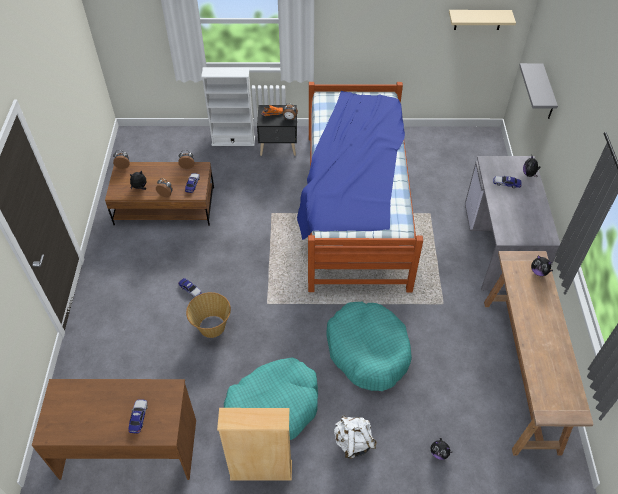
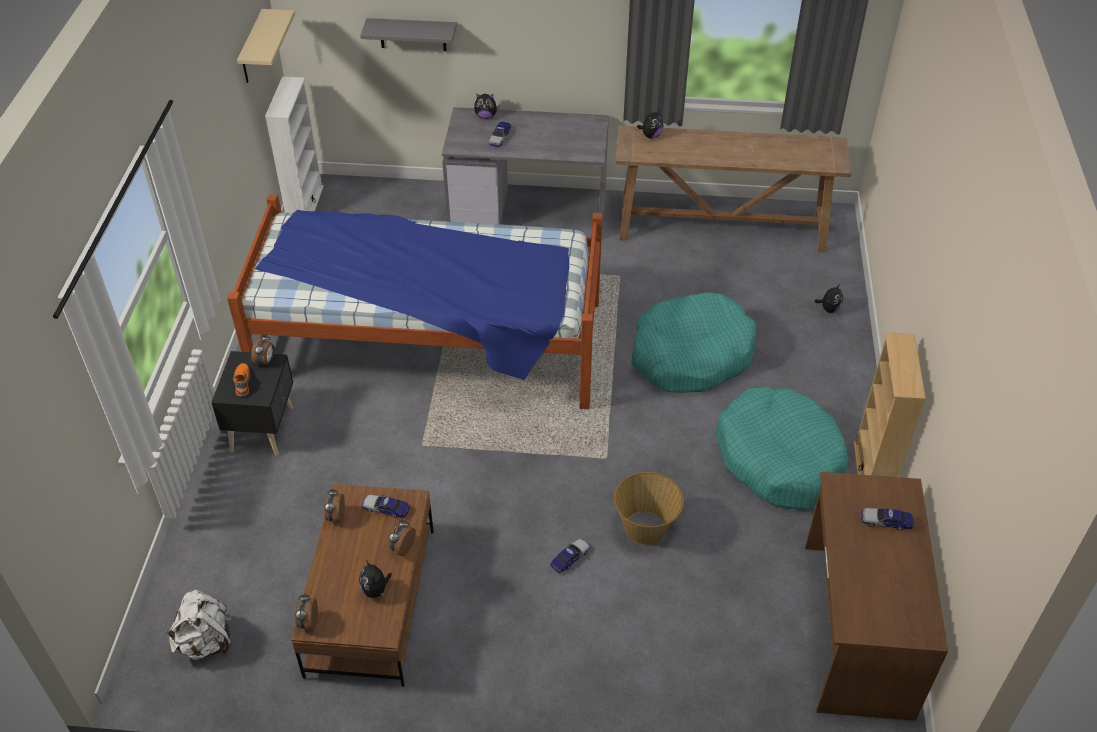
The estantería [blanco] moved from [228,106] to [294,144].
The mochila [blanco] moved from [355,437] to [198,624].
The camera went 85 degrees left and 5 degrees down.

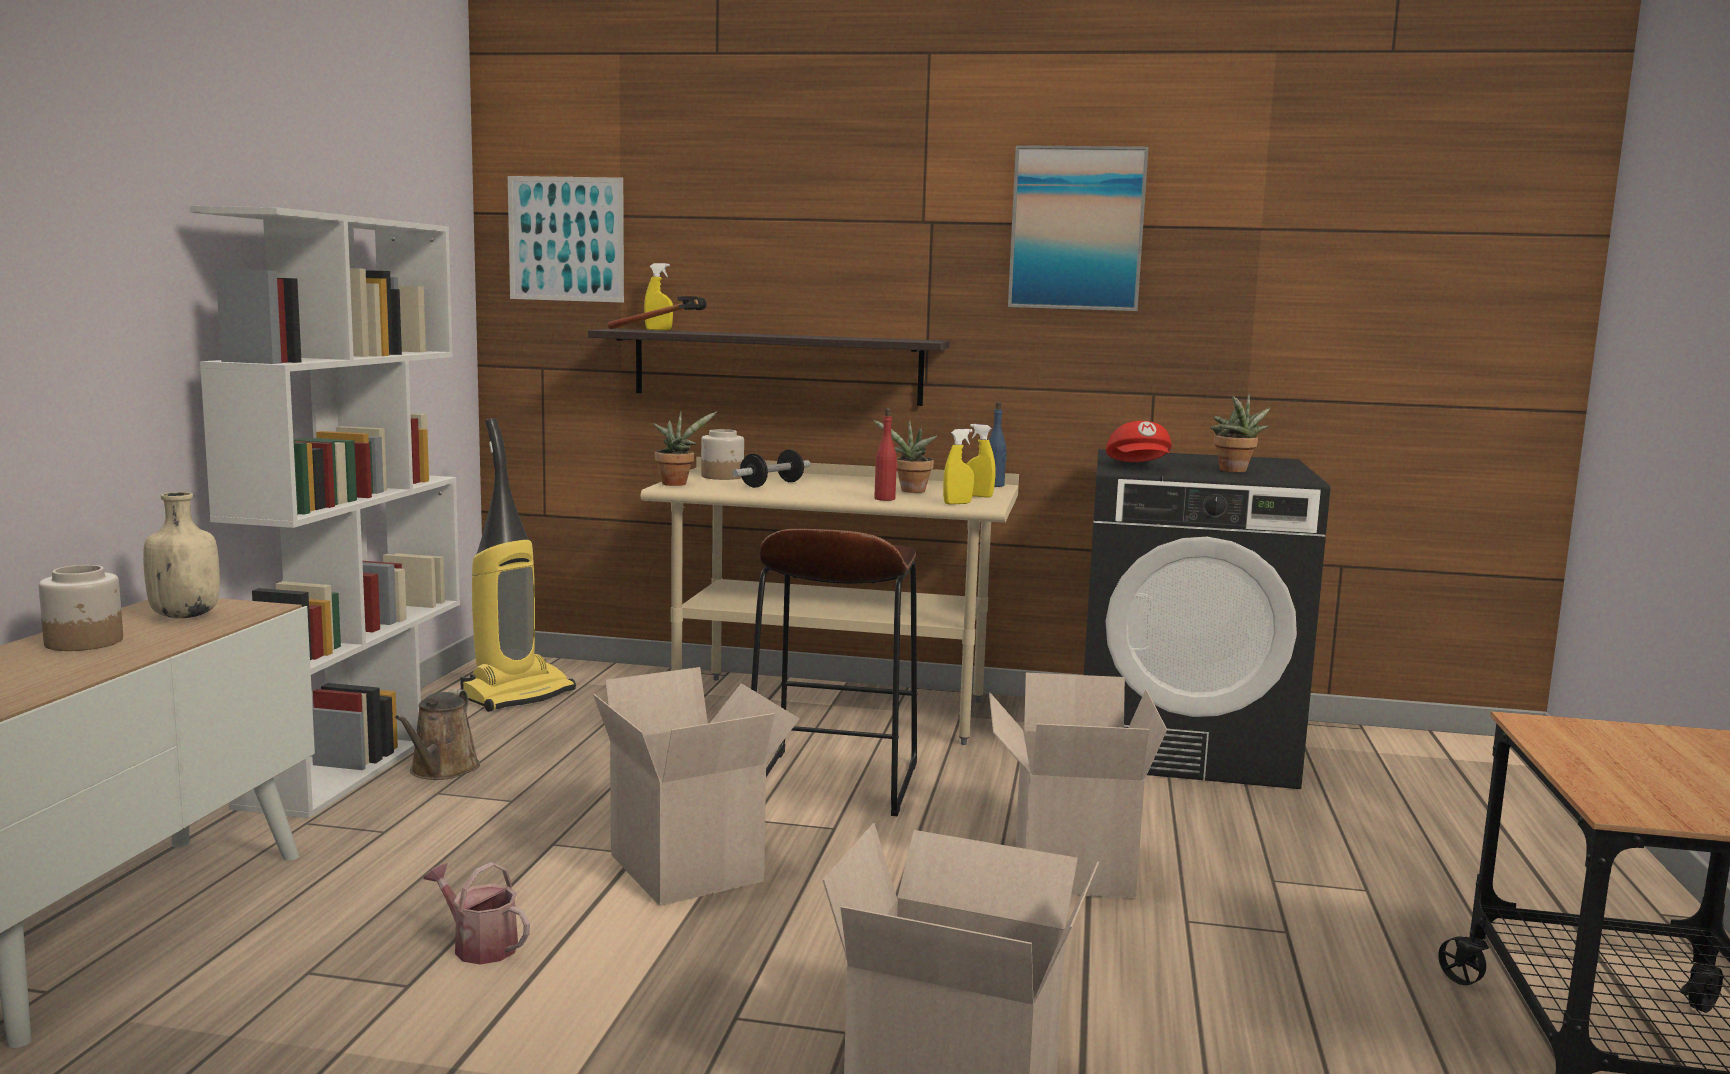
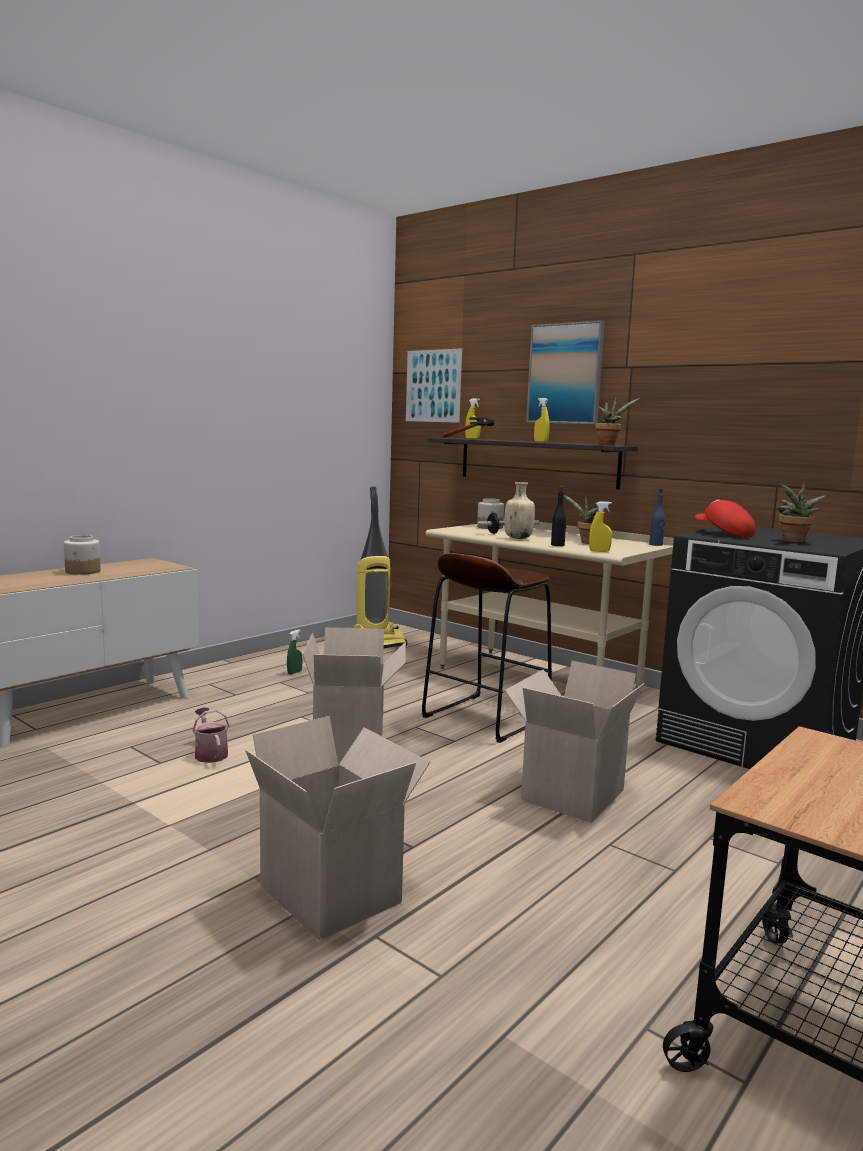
The estantería [blanco] at [325,512] disappeared.
The botella [beis] moved from [181,555] to [519,510].
The planta en maceta moved from [685,448] to [617,421].
The pulverizador [amarillo] moved from [981,461] to [542,420].
The cuadro moved from [1078,228] to [565,372].
The regadera [marrón] at [437,734] was replaced by the pulverizador [verde] at [295,651].
The botella [rojo] at [885,454] became the botella [negro] at [559,516].
The gorra [rojo] at [1139,441] turned 120 degrees clockwise.
The camera went 30 degrees right and 0 degrees up.

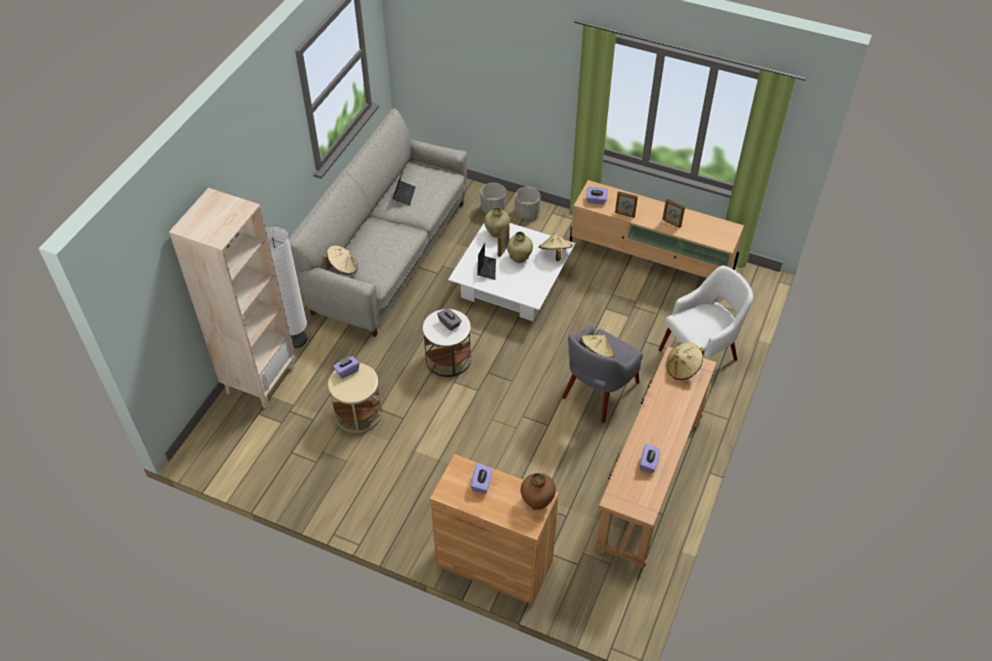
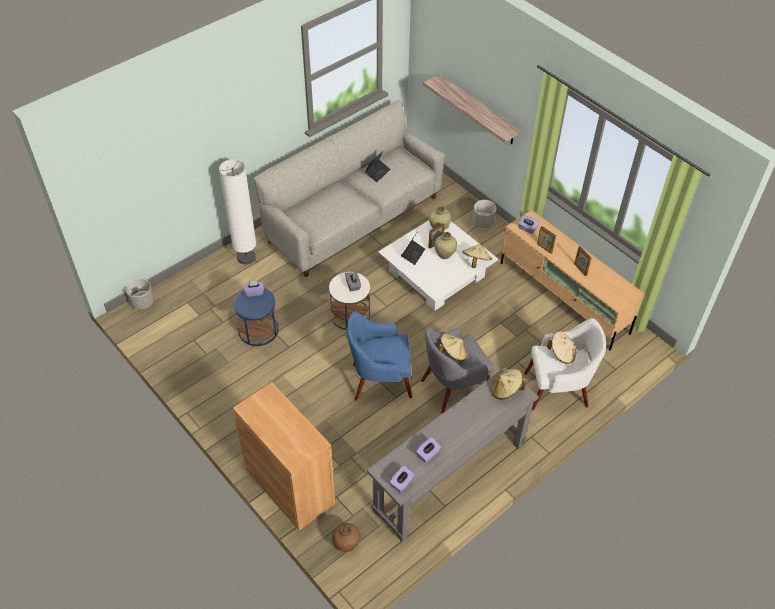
The estantería [beis] at [232,298] disappeared.
The sillón [azul] at [379,356] appeared.
The estante at [472,109] appeared.
The sombrero [beis] moved from [341,260] to [561,347].
The caja de pañuelos [morado] moved from [482,478] to [401,479].
The maceta [gris] moved from [493,198] to [140,293].
The florero [marrón] moved from [538,491] to [346,537].
The mesa auxiliar [beis] at [355,398] became the mesa auxiliar [azul] at [255,317].
The mesa consola [marrón] at [656,457] became the mesa consola [gris] at [453,454].
The camera went 25 degrees right and 0 degrees up.

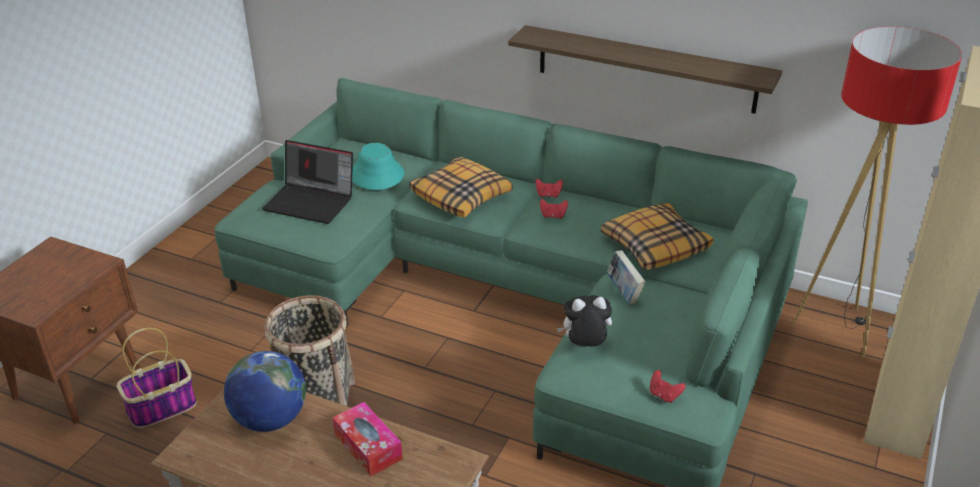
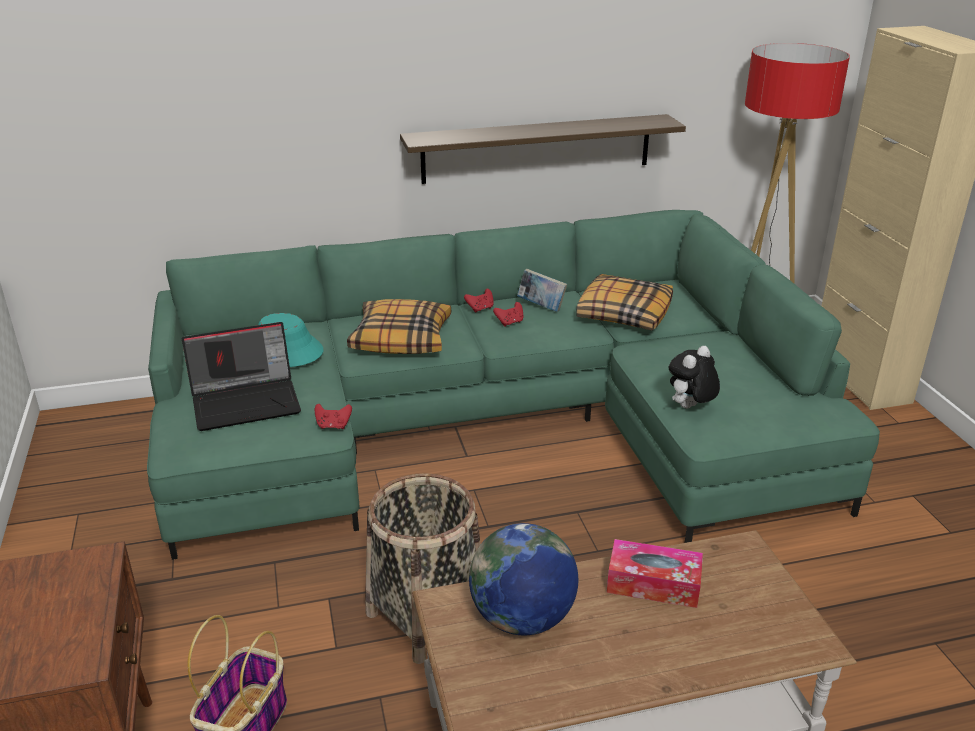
The libro moved from [625,277] to [542,290].
The mando de consola [rojo] moved from [667,386] to [333,416].
The camera went 40 degrees left and 5 degrees down.

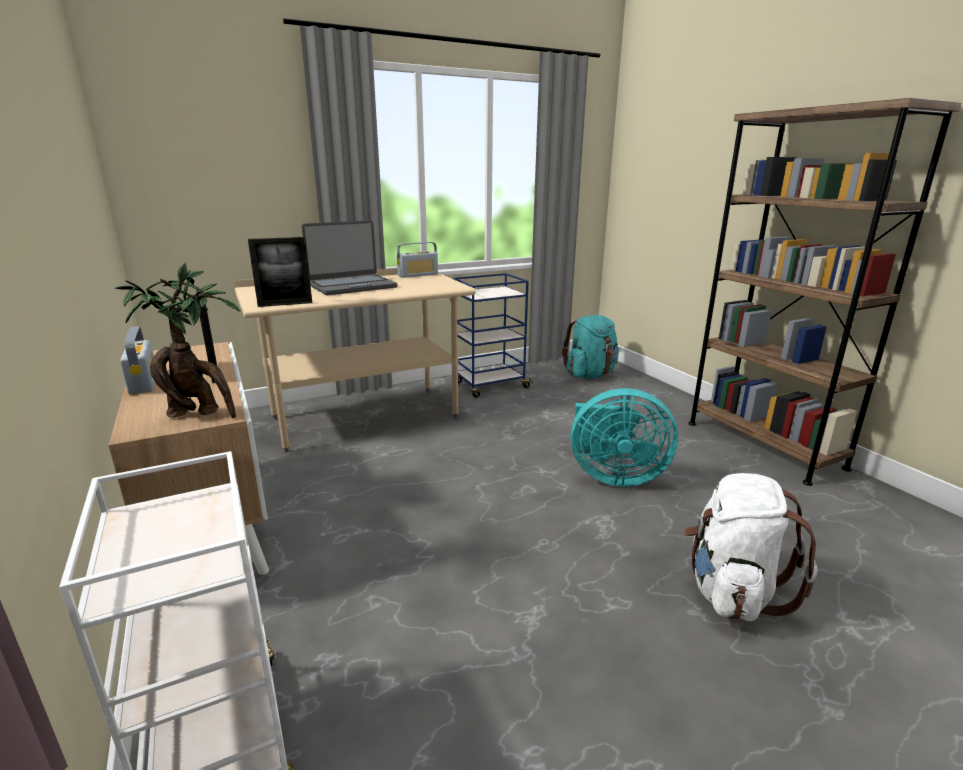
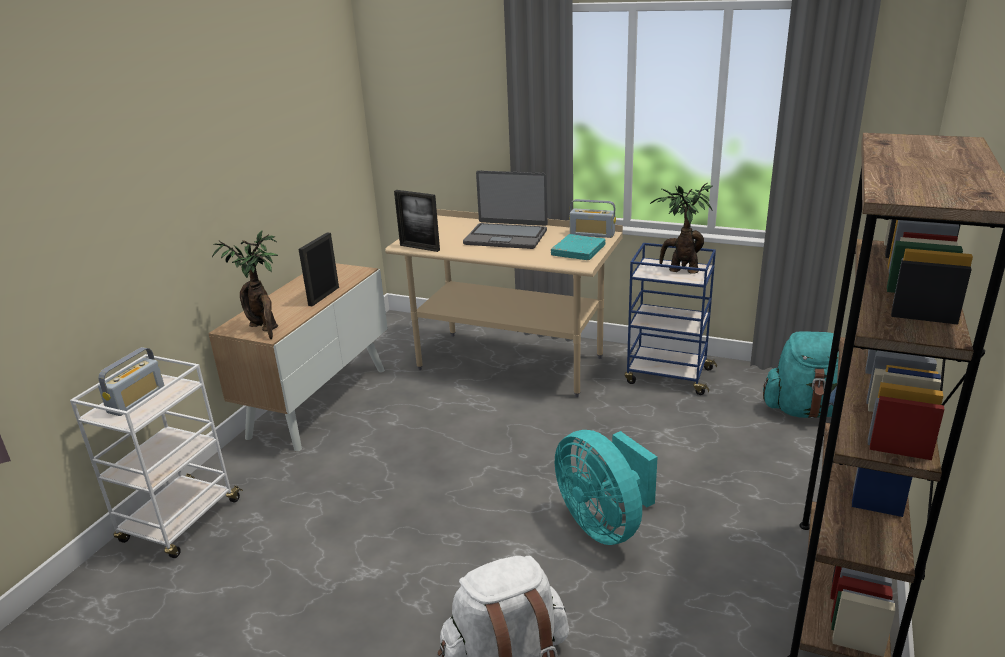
The libro [turquesa] at [578,247] appeared.
The planta en maceta at [681,228] appeared.
The radio moved from [137,360] to [131,381].
The camera went 50 degrees right and 5 degrees up.

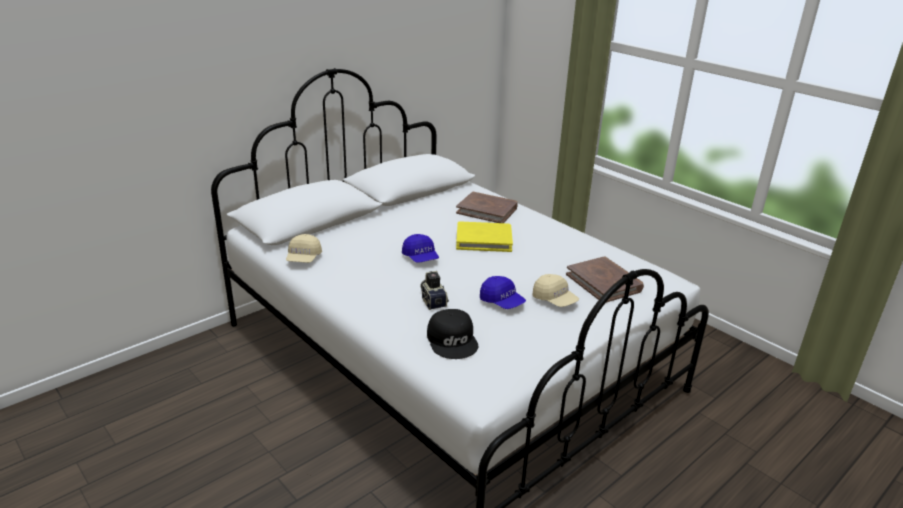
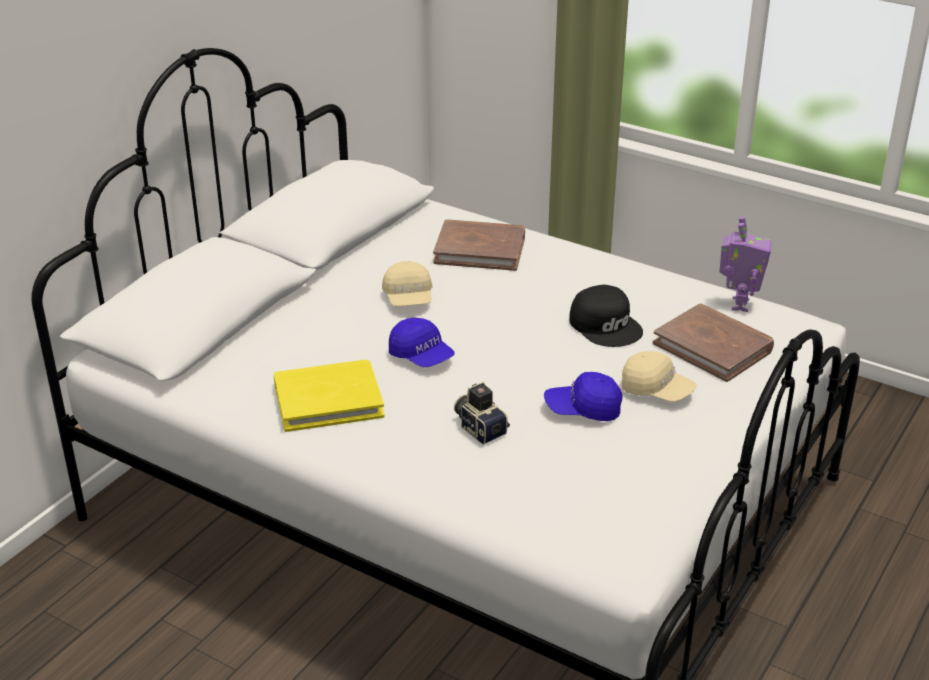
The robot de juguete at [745,264] appeared.
The gorra [beis] moved from [304,248] to [407,283].
The gorra [negro] moved from [452,334] to [606,316].
The libro [amarillo] moved from [484,236] to [329,396].
The gorra [azul] at [503,292] turned 150 degrees clockwise.
The camera went 15 degrees left and 5 degrees up.

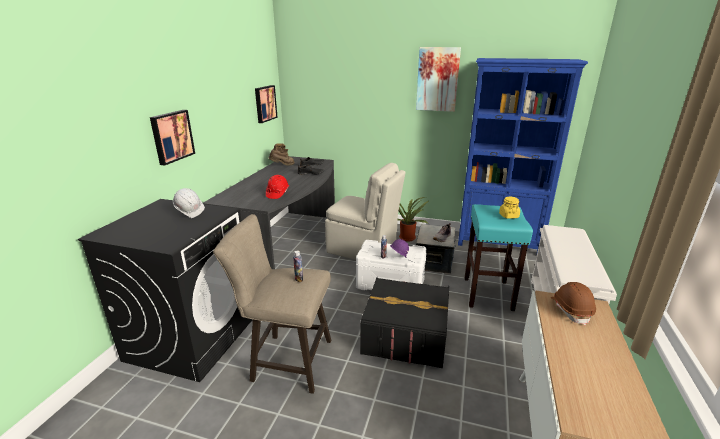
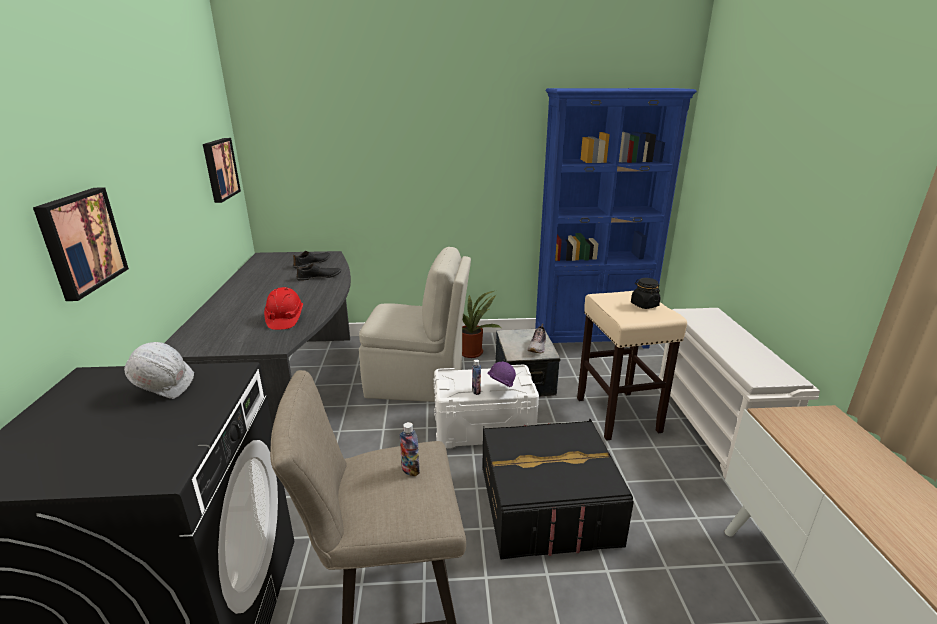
The bota [marrón] at [281,154] disappeared.
The cuadro at [438,79] disappeared.
The casco [marrón] at [573,304] disappeared.
The taburete [turquesa] at [498,257] became the taburete [beis] at [632,366].
The tarro [amarillo] at [509,208] became the tarro [negro] at [646,293].
The camera went 20 degrees left and 0 degrees up.

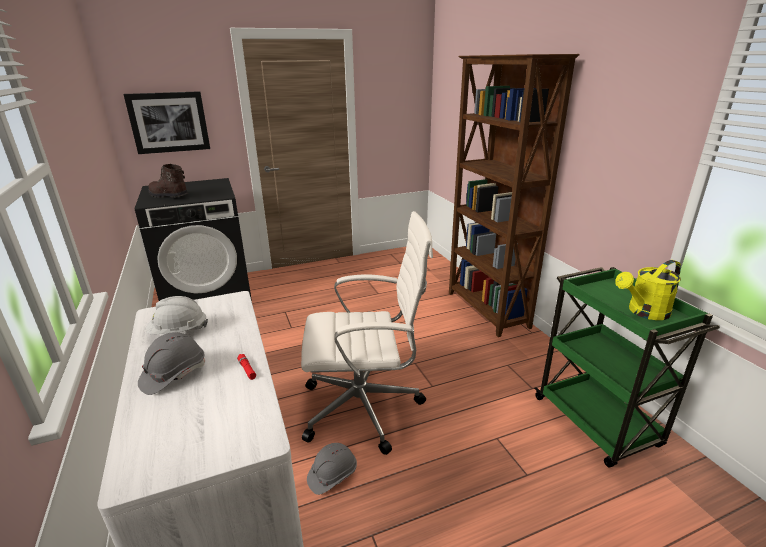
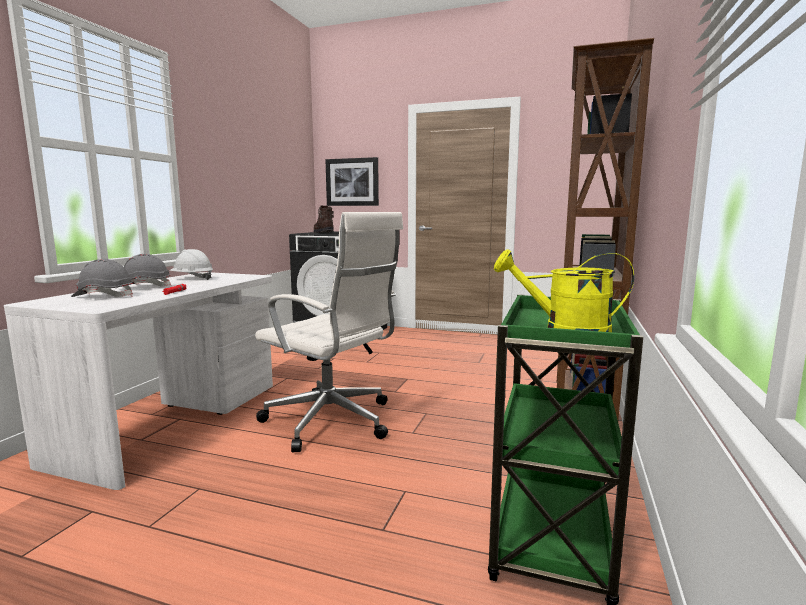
The casco [gris] moved from [332,469] to [102,278].
The camera went 40 degrees right and 15 degrees down.

